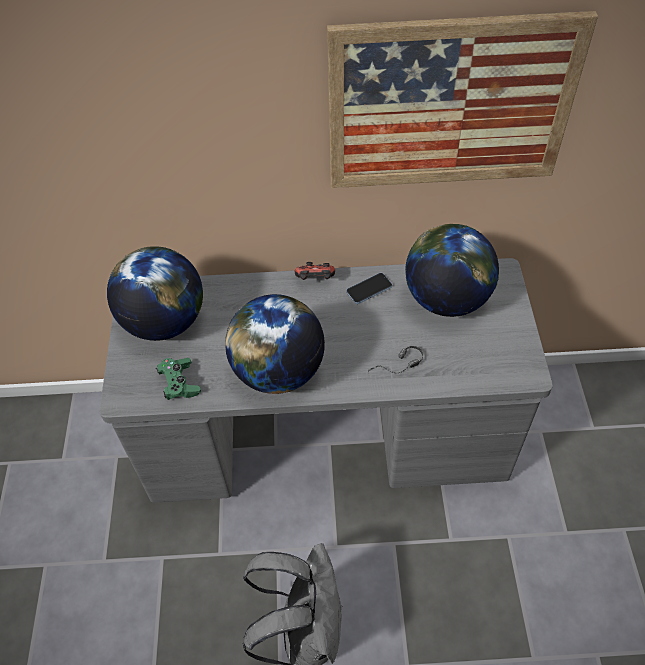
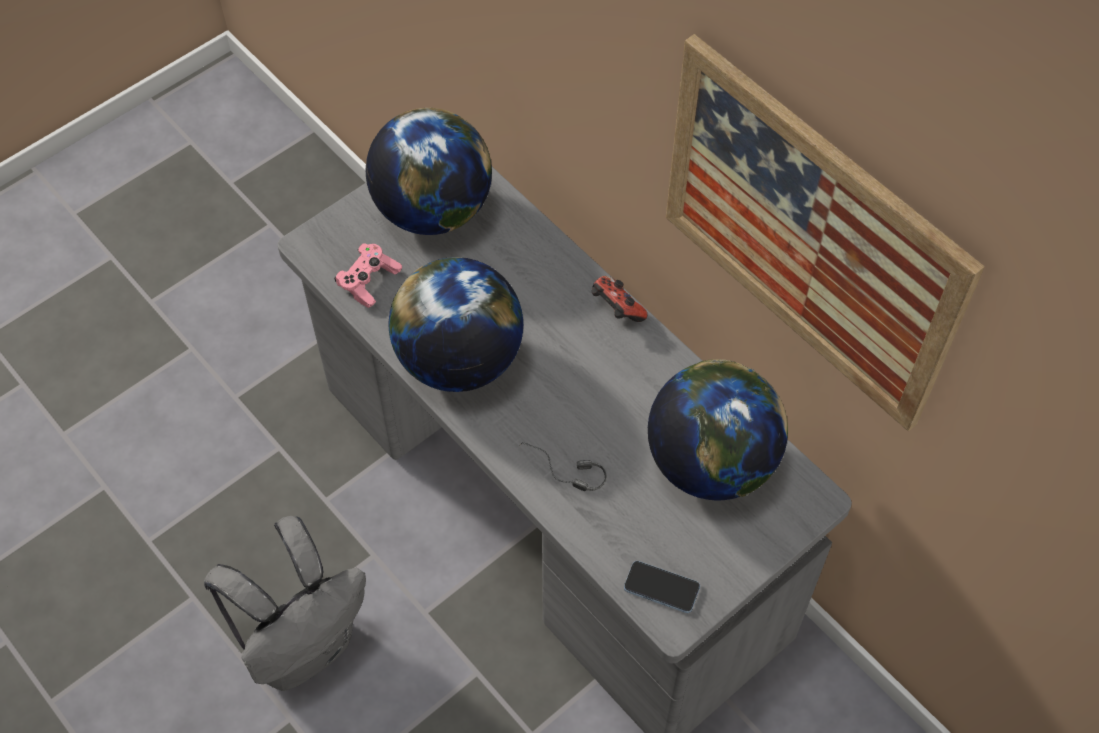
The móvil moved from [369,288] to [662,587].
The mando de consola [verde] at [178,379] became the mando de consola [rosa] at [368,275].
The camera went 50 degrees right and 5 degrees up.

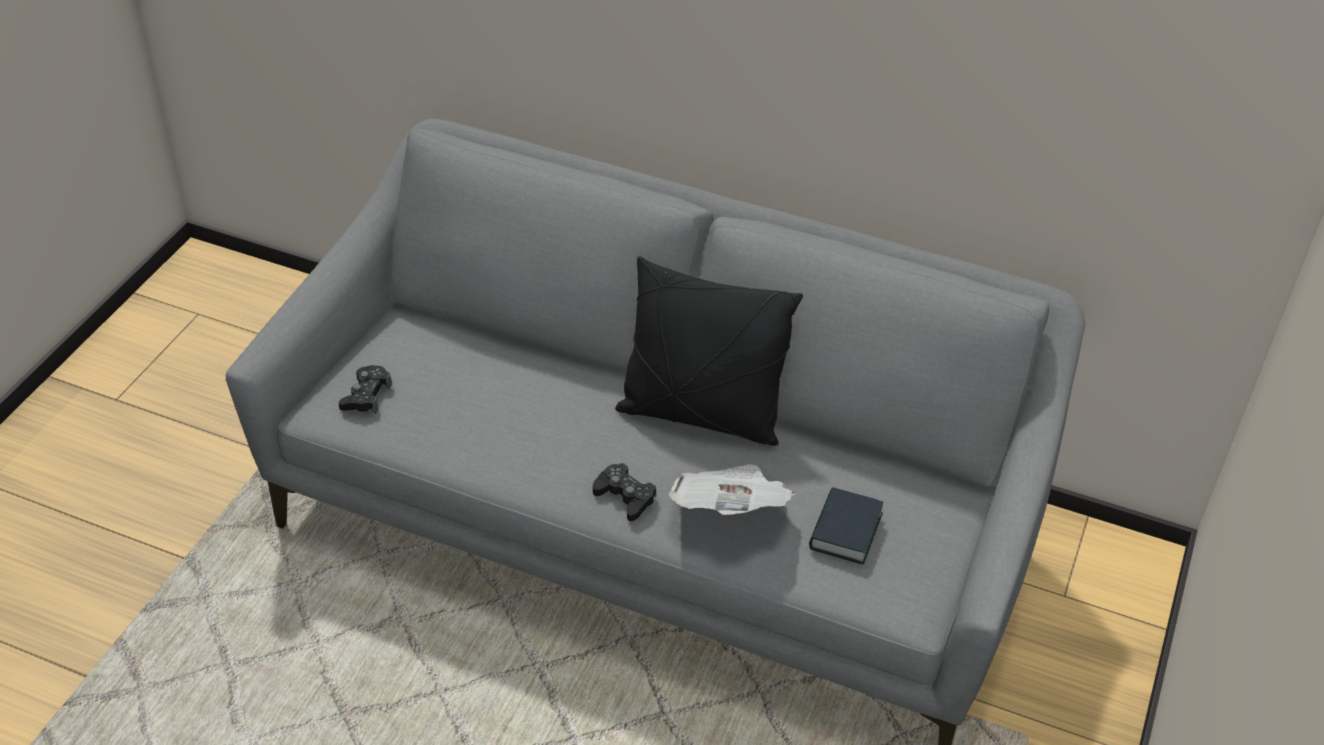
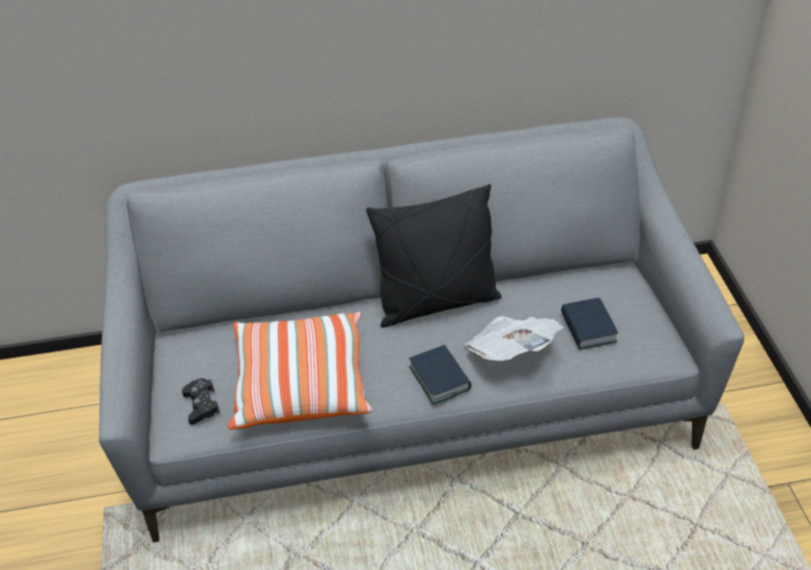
The cojín at [300,371] appeared.
The mando de consola [negro] at [624,492] was replaced by the libro at [440,375].
The camera went 30 degrees left and 0 degrees up.

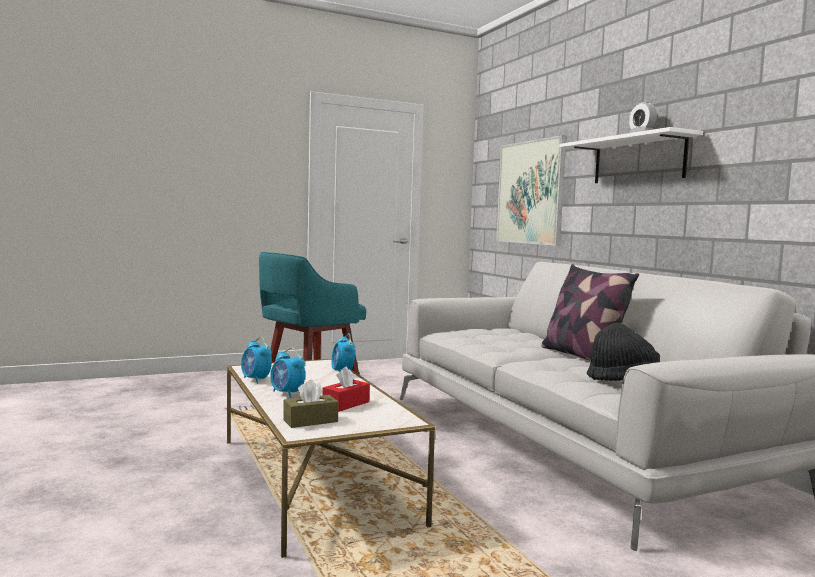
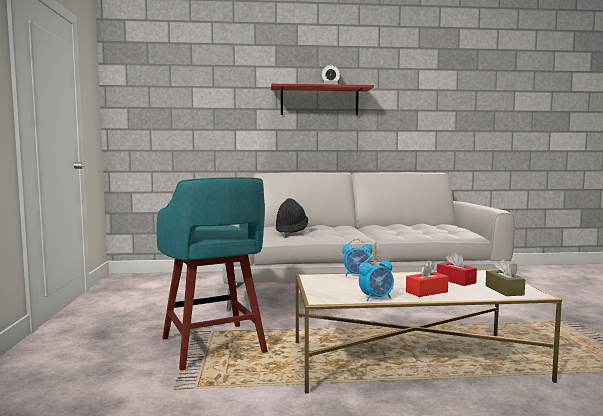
The cuadro at [531,190] disappeared.
The cojín at [590,312] disappeared.
The sombrero [negro] moved from [623,352] to [292,215].
The despertador at [287,372] was replaced by the caja de pañuelos [rojo] at [427,279].
The estante [blanco] at [631,155] became the estante [rojo] at [322,99].
The camera went 70 degrees left and 0 degrees up.

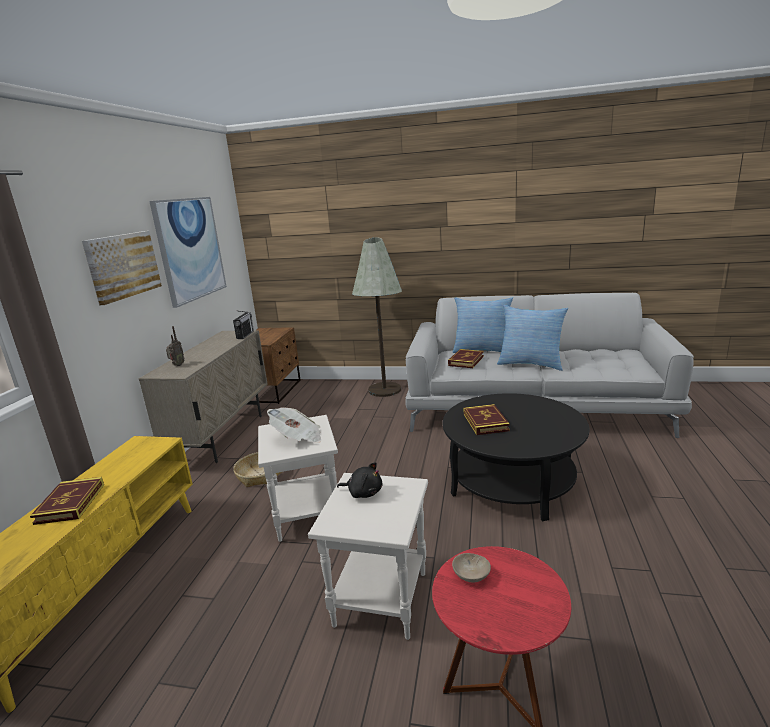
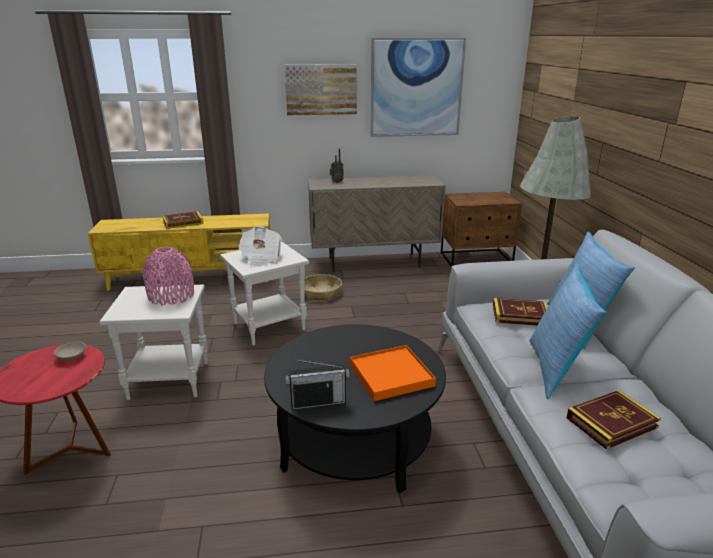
The bandeja [naranja] at [393,373] appeared.
The radio moved from [243,324] to [317,384].
The libro moved from [487,419] to [613,419].
The peluche [negro] at [359,480] was replaced by the florero [rosa] at [168,276].
The camera went 70 degrees right and 5 degrees up.

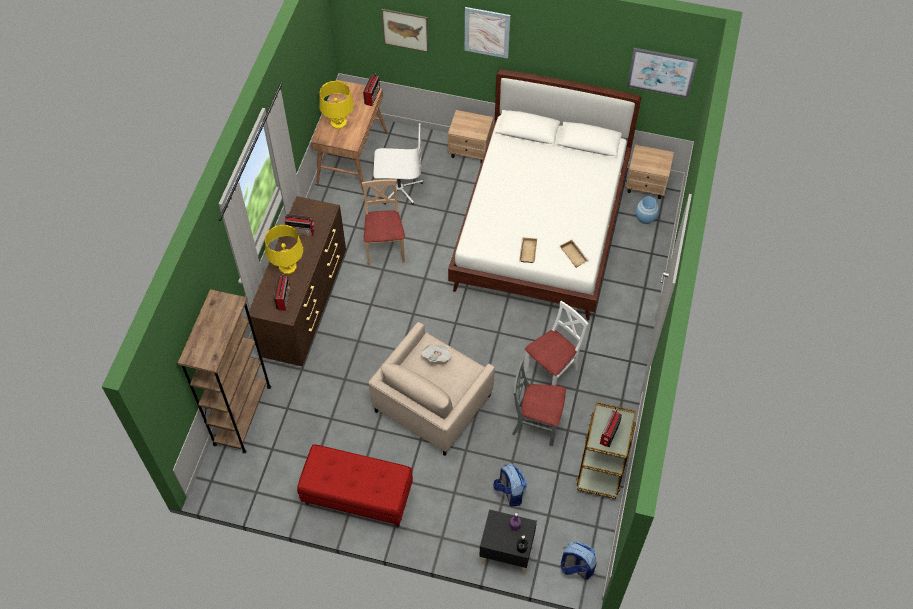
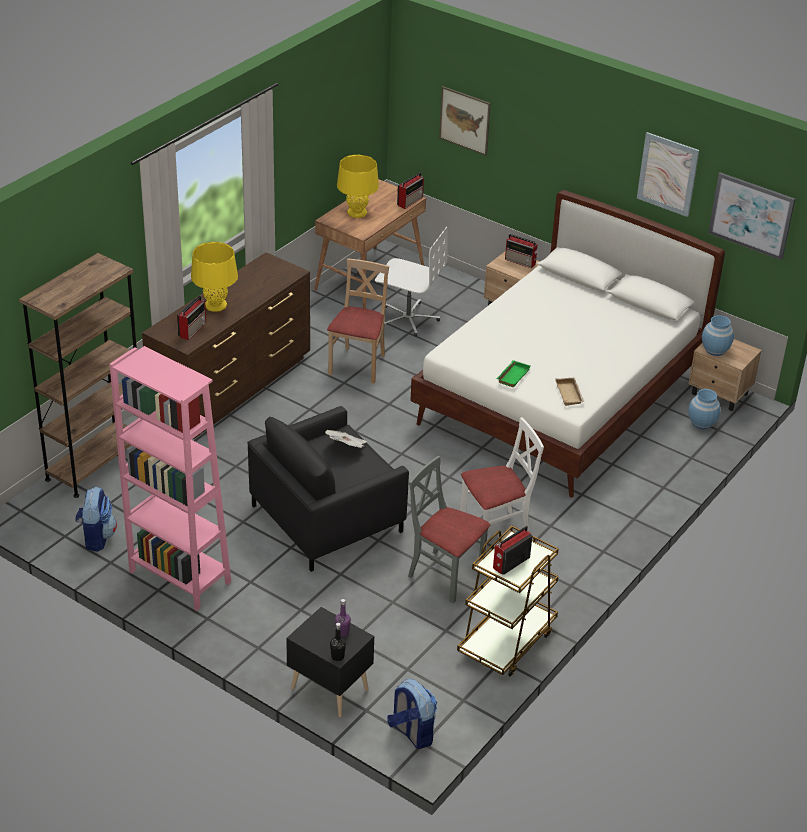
The florero [azul] at [718,335] appeared.
The radio moved from [299,225] to [521,251].
The cuadro moved from [488,33] to [668,174].
The mochila moved from [510,485] to [96,519].
The banco [rojo] at [355,485] was replaced by the estantería [rosa] at [170,478].
The sillón [beis] at [432,389] became the sillón [negro] at [328,489].
The bandeja [beis] at [528,250] became the bandeja [verde] at [514,373].
The camera went 20 degrees right and 20 degrees down.

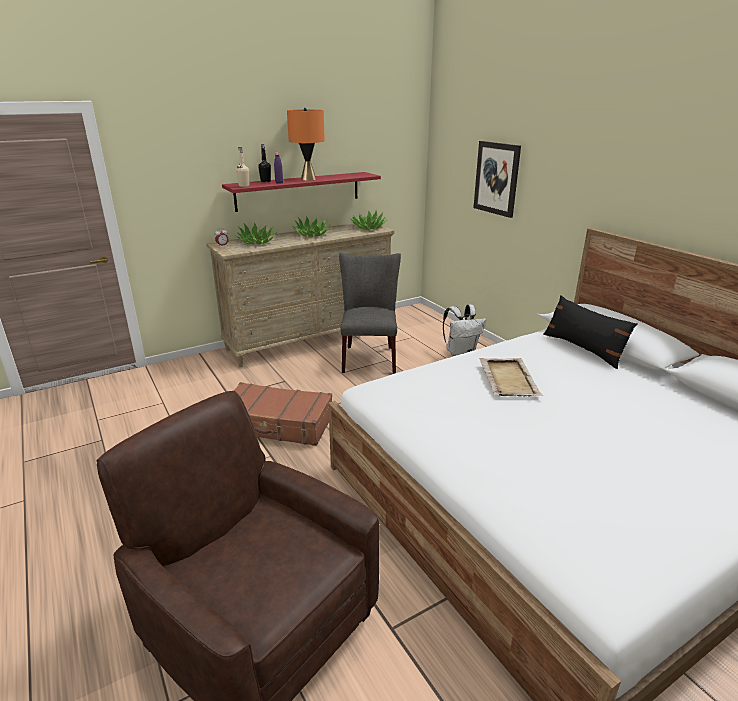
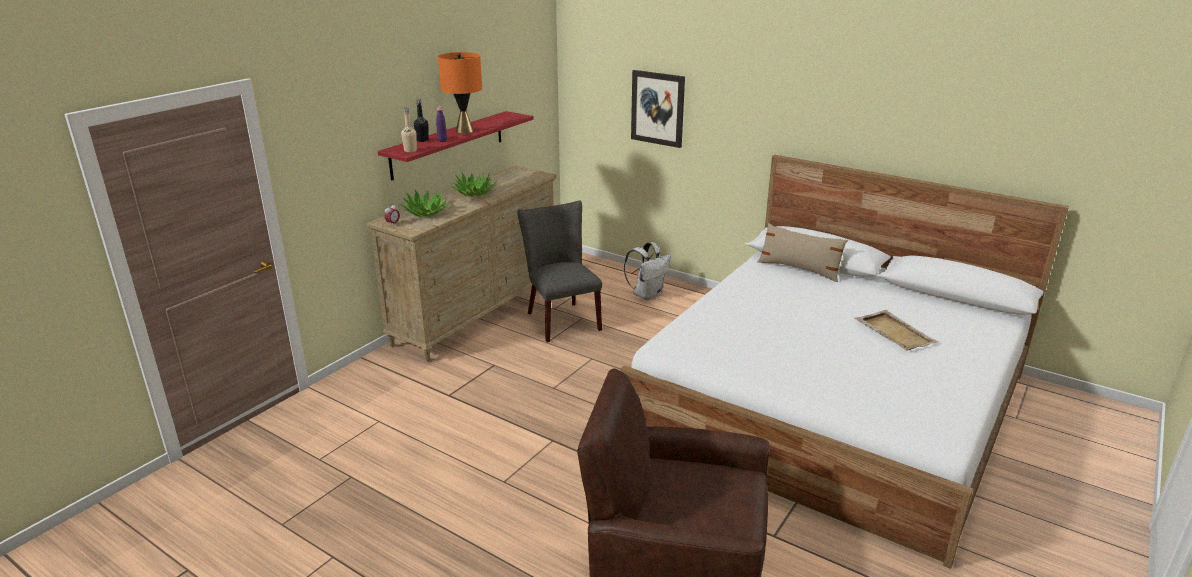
The maleta [marrón] at [283,414] disappeared.
The planta en maceta at [369,220] disappeared.
The bandeja [beis] moved from [511,377] to [897,330].
The cojín [negro] at [590,332] became the cojín [beis] at [803,252].
The camera went 25 degrees left and 0 degrees up.

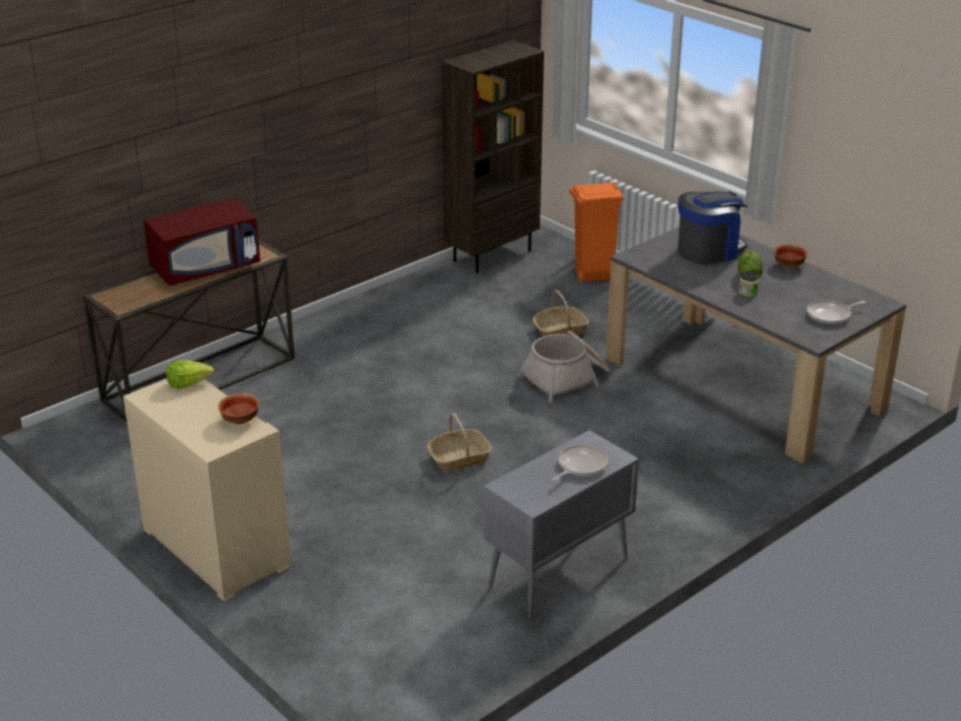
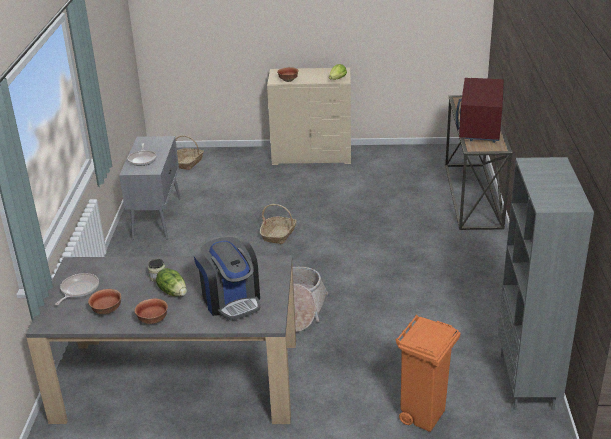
The cuenco at [104,301] appeared.
The cesta moved from [561,313] to [190,152].
The estantería [marrón] at [493,156] became the estantería [gris] at [546,283].
The cafetera at [713,228] turned 45 degrees counterclockwise.
The camera went 135 degrees right and 0 degrees up.

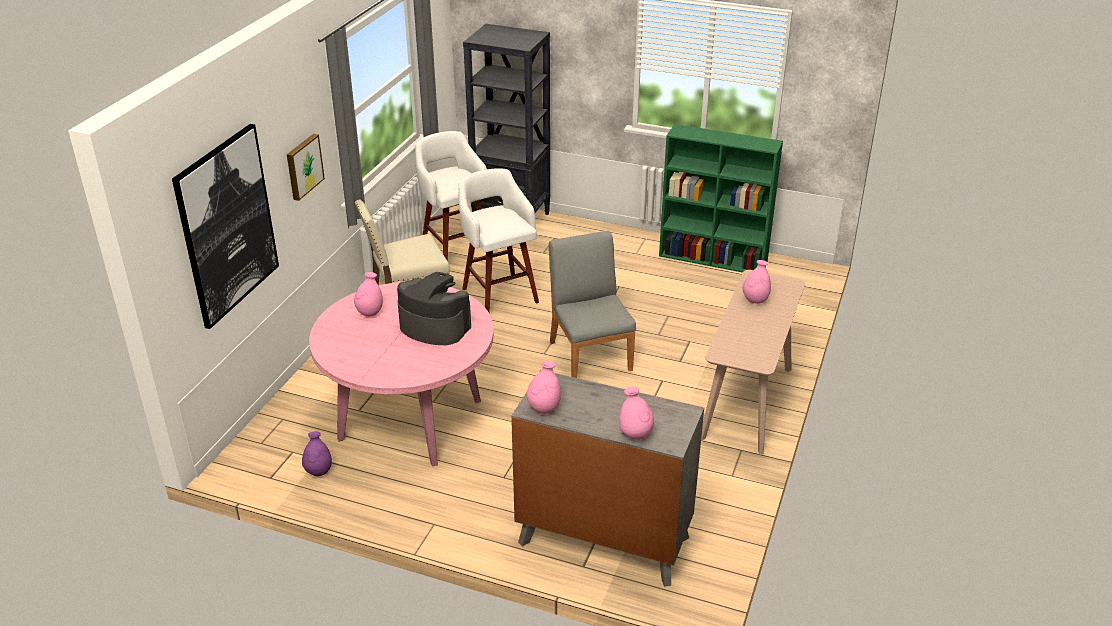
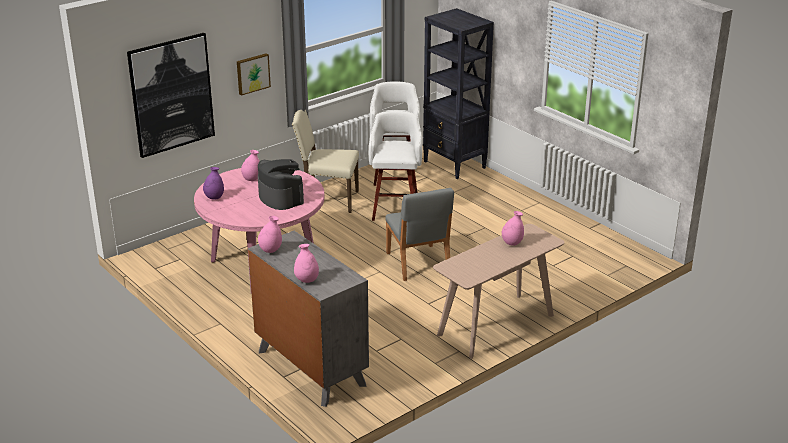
The estantería [verde] at [721,198] disappeared.
The florero [morado] moved from [317,453] to [213,183].
The silla [gris] at [592,304] turned 150 degrees clockwise.
The camera went 30 degrees right and 5 degrees down.

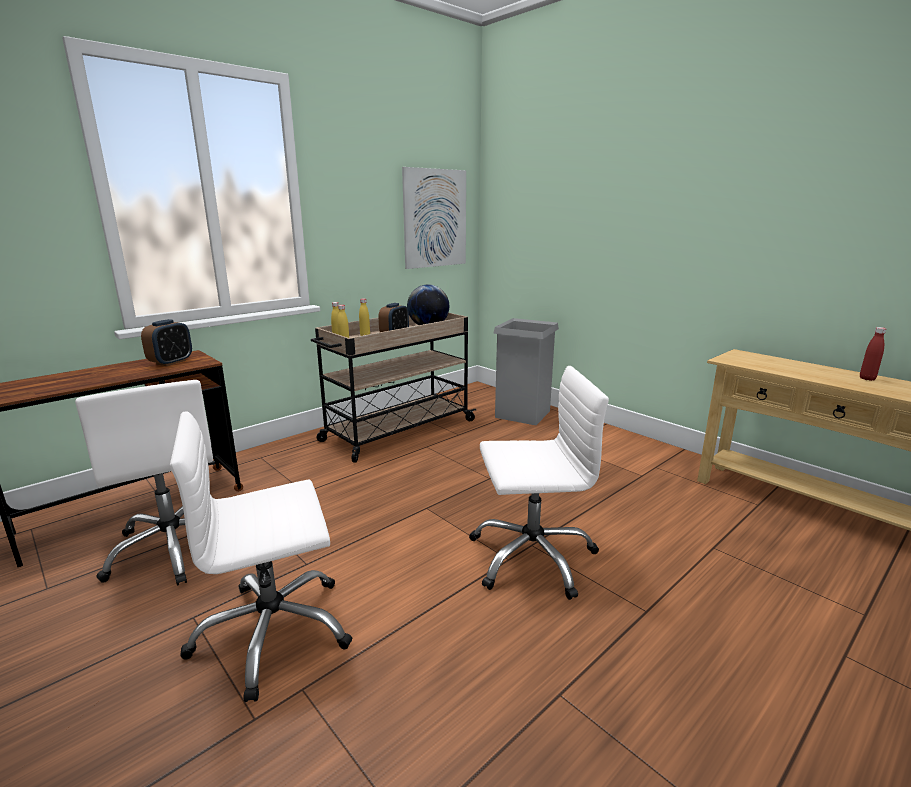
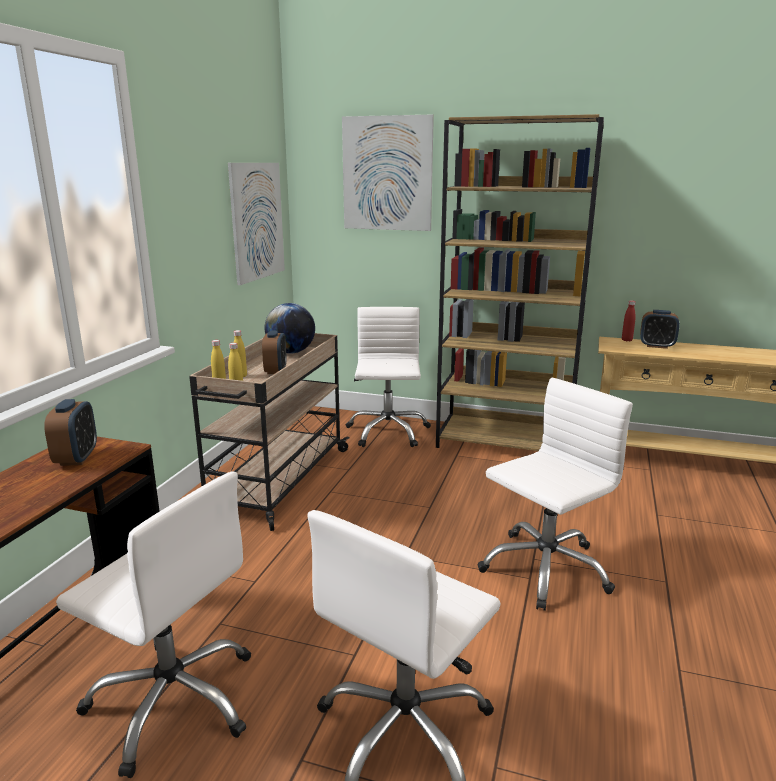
The cuadro at [388,173] appeared.
The estantería [marrón] at [520,282] appeared.
The despertador at [660,329] appeared.
The botella [rojo] moved from [873,354] to [629,321].
The papelera [gris] at [526,371] was replaced by the silla de oficina [blanco] at [388,377].
The camera went 30 degrees left and 0 degrees up.

